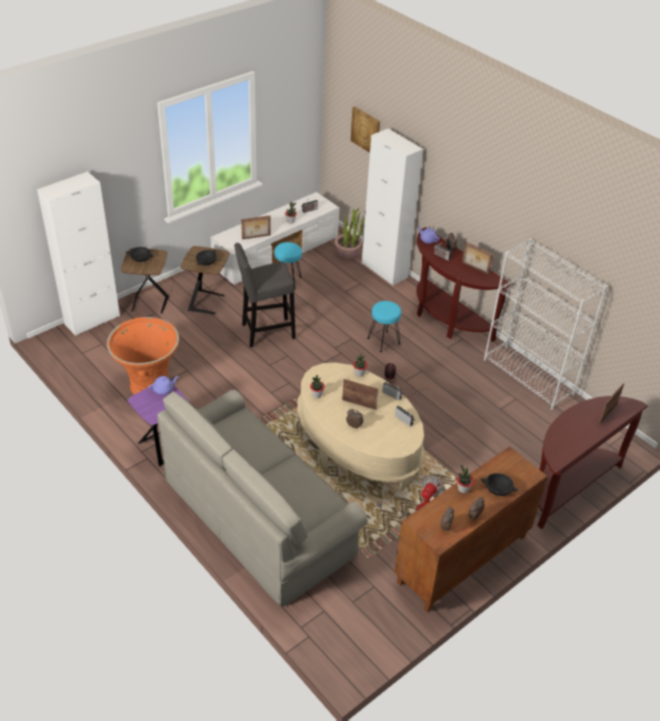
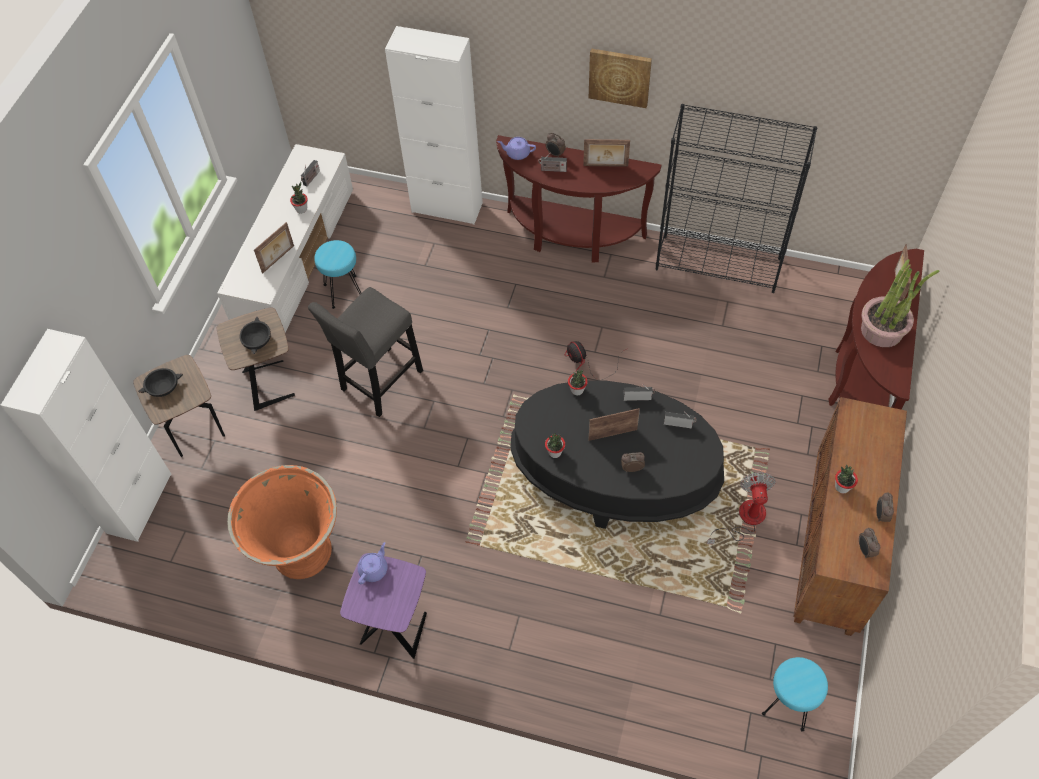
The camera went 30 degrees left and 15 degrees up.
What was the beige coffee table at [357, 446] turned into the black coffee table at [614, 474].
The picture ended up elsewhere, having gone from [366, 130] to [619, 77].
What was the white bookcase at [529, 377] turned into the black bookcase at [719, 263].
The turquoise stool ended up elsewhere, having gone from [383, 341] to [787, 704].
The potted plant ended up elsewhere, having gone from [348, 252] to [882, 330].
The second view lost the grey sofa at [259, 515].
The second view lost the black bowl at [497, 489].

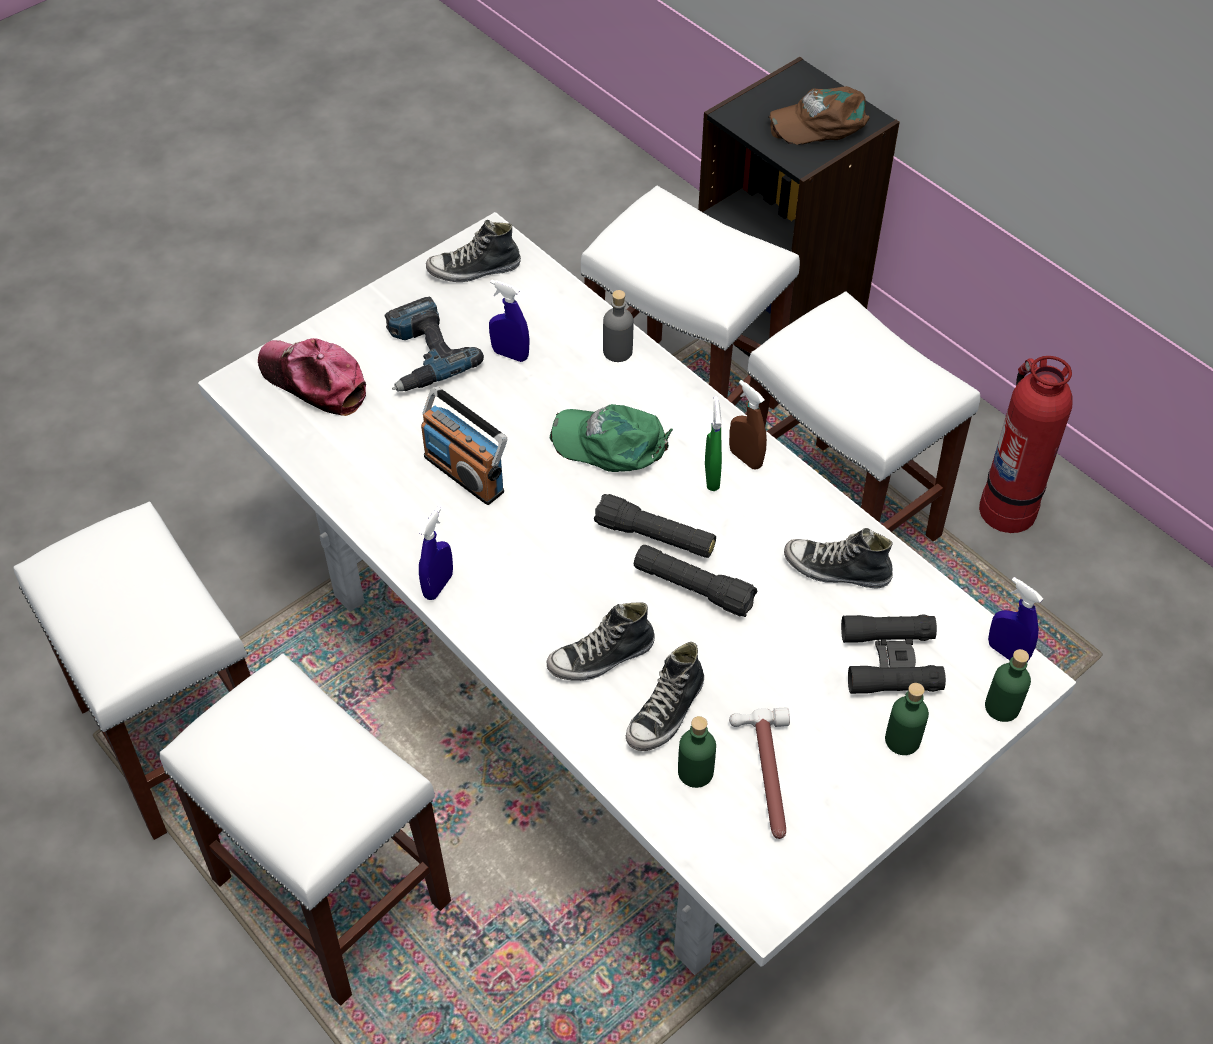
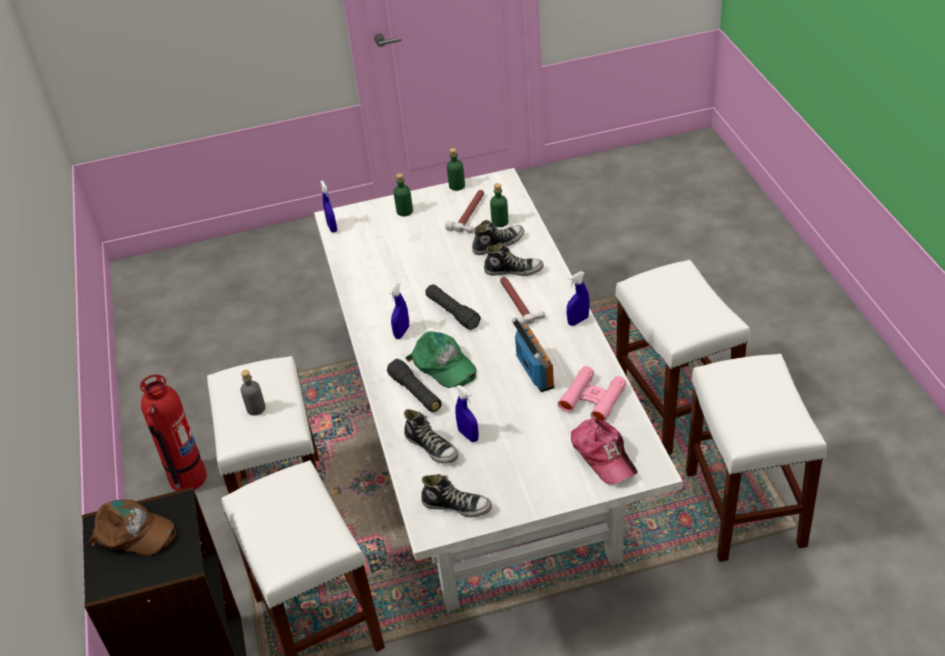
The camera went 150 degrees left and 10 degrees down.
The grey bottle ended up elsewhere, having gone from [617, 351] to [256, 408].
The black flashlight ended up elsewhere, having gone from [693, 588] to [415, 393].
What was the green spray bottle at [712, 477] turned into the blue spray bottle at [402, 332].
The shoe ended up elsewhere, having gone from [836, 570] to [432, 447].
The green bottle ended up elsewhere, having gone from [1002, 707] to [457, 186].
The second view gained the hammer at [517, 302].
The second view gained the pink binoculars at [593, 399].
The second view lost the power drill at [422, 355].
The second view lost the brown spray bottle at [745, 458].
The second view lost the black binoculars at [890, 660].

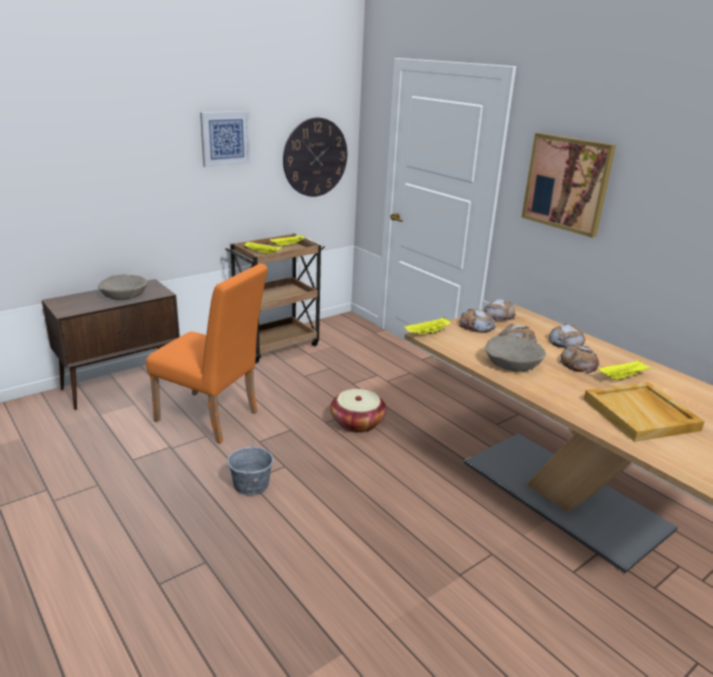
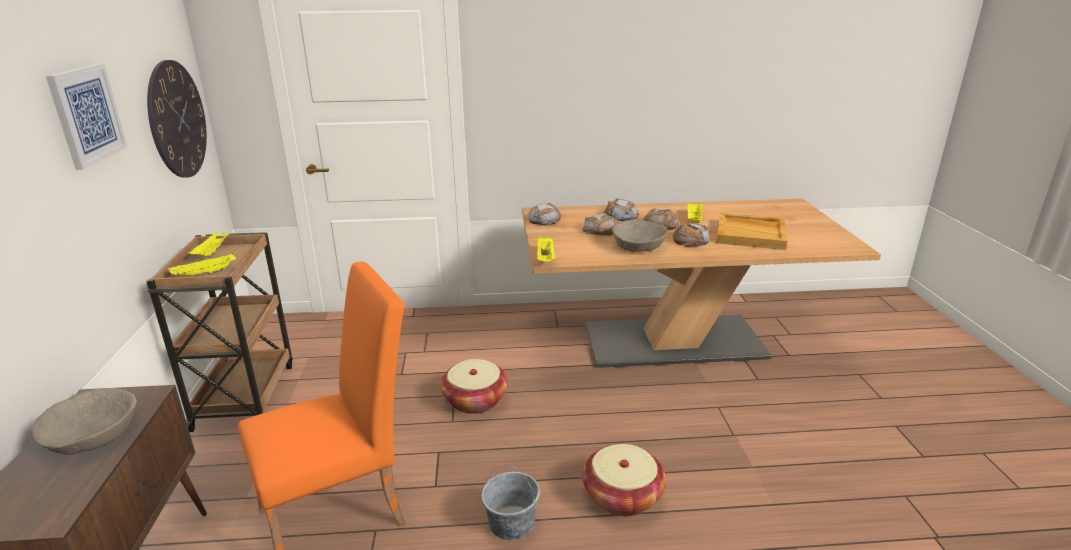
The camera went 55 degrees left and 0 degrees up.
The second view gained the basket at [622, 496].
The bread ended up elsewhere, having gone from [476, 326] to [690, 240].
The second view lost the picture at [567, 183].

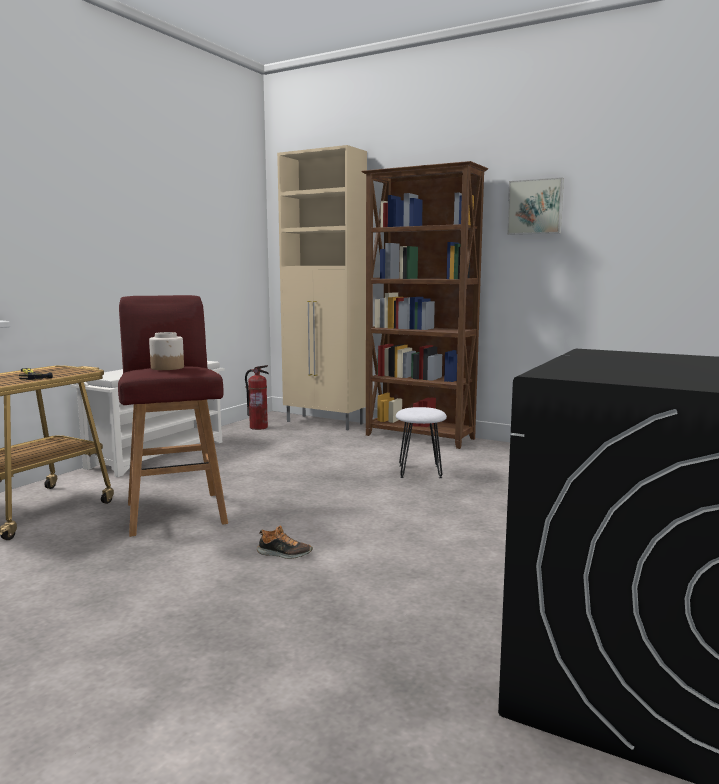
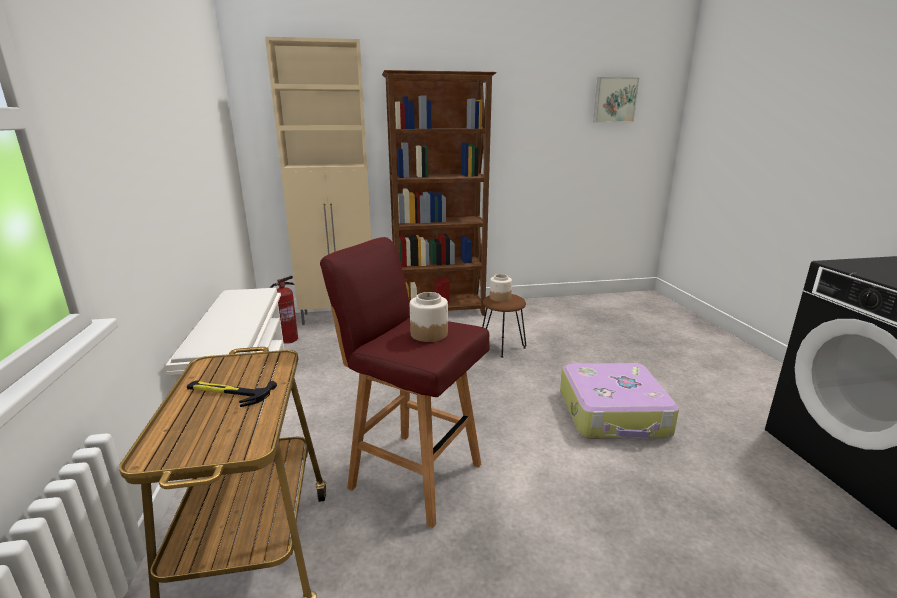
The camera went 40 degrees left and 10 degrees up.
What was the white stool at [420, 471] turned into the brown stool at [502, 346].
The second view gained the jar at [500, 298].
The second view gained the suitcase at [613, 414].
The picture ended up elsewhere, having gone from [535, 207] to [614, 100].
The second view lost the shoe at [284, 554].

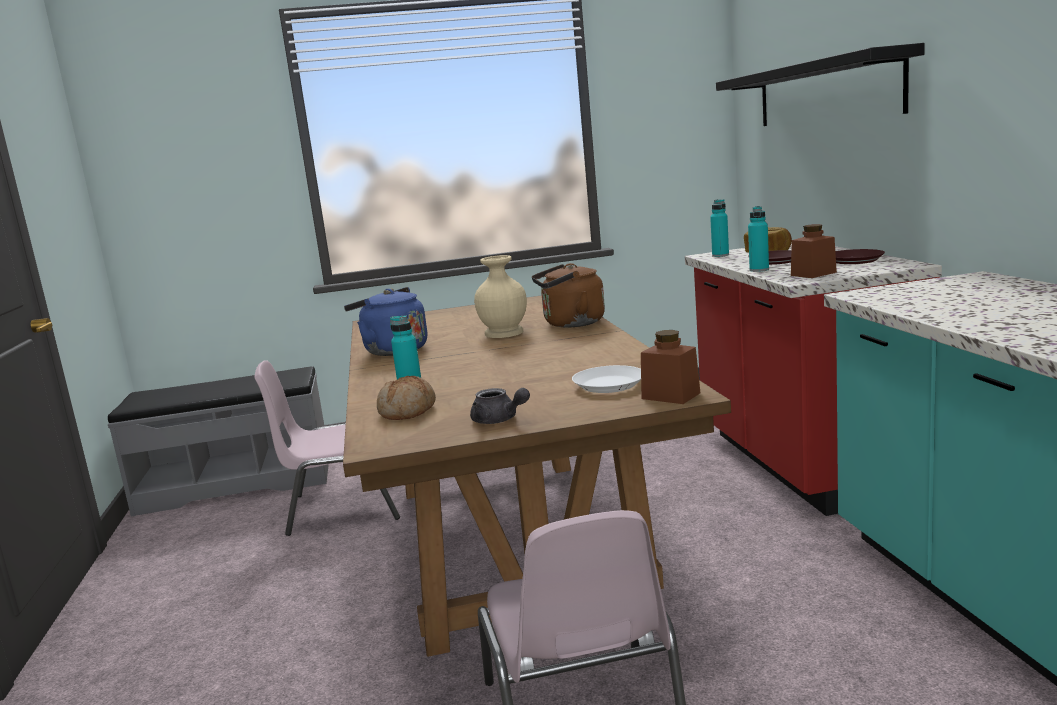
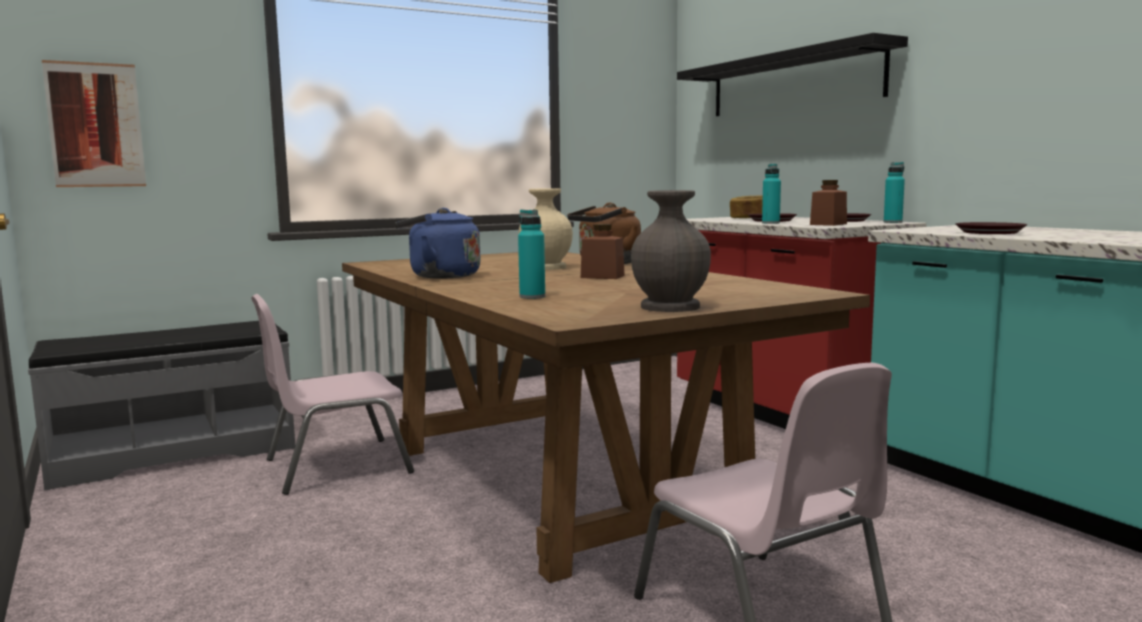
The camera went 20 degrees left and 5 degrees down.
The second view gained the picture at [95, 125].
The brown jar ended up elsewhere, having gone from [671, 396] to [602, 276].
Where the grey teapot stood at [499, 420], the grey vase came to stand at [670, 307].
The turquoise bottle ended up elsewhere, having gone from [720, 255] to [892, 222].
The second view gained the brown plate at [989, 232].
The second view lost the bread at [408, 411].
The second view lost the white plate at [610, 385].

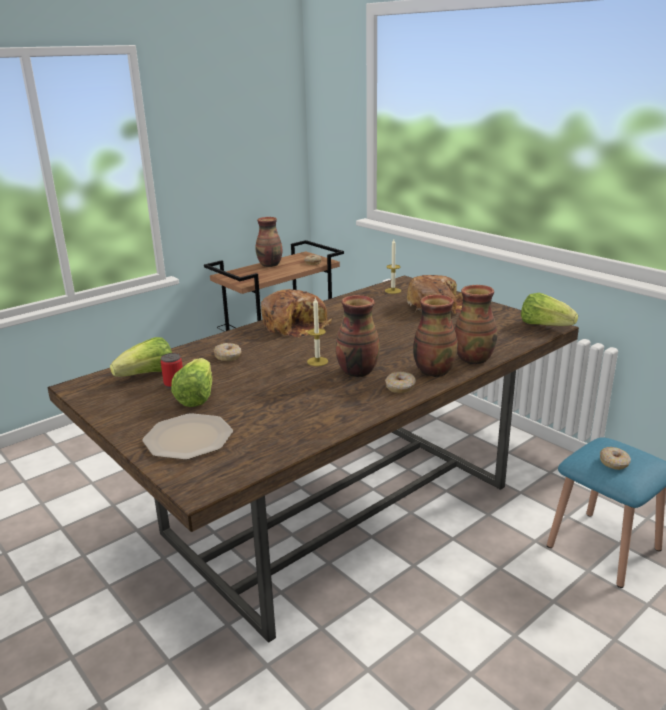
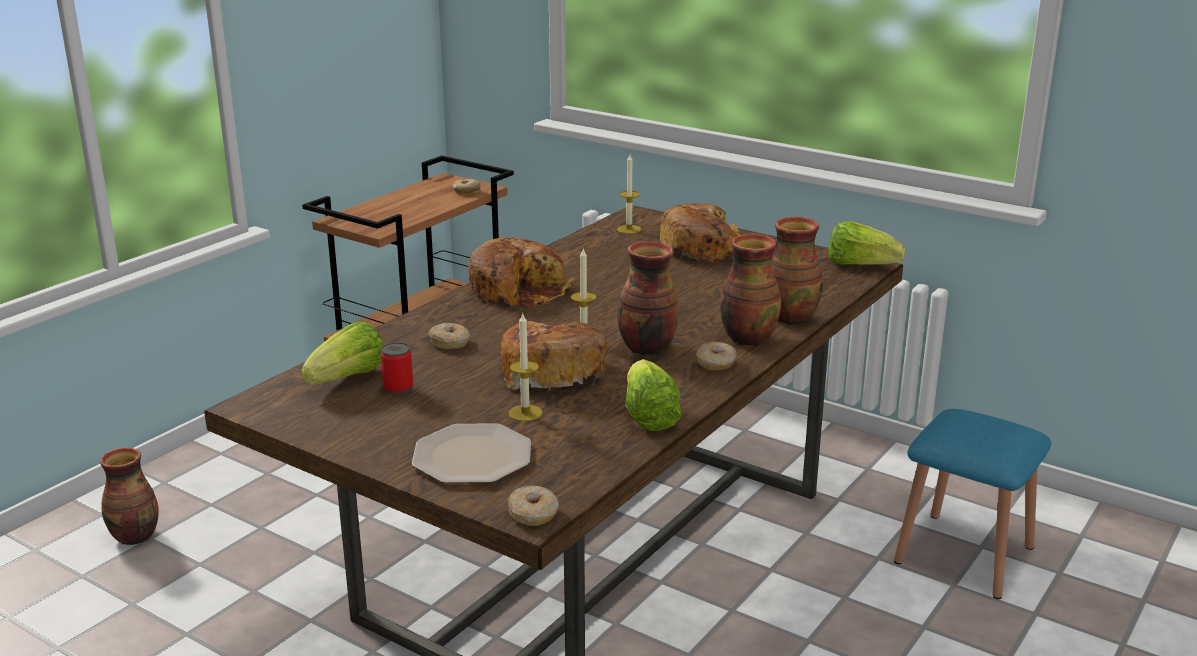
The camera went 15 degrees left and 0 degrees up.
The vase ended up elsewhere, having gone from [270, 265] to [136, 536].
The second view gained the bread at [552, 371].
The donut ended up elsewhere, having gone from [614, 463] to [533, 514].
The second view gained the candle at [525, 413].
The lettuce ended up elsewhere, having gone from [196, 397] to [648, 416].

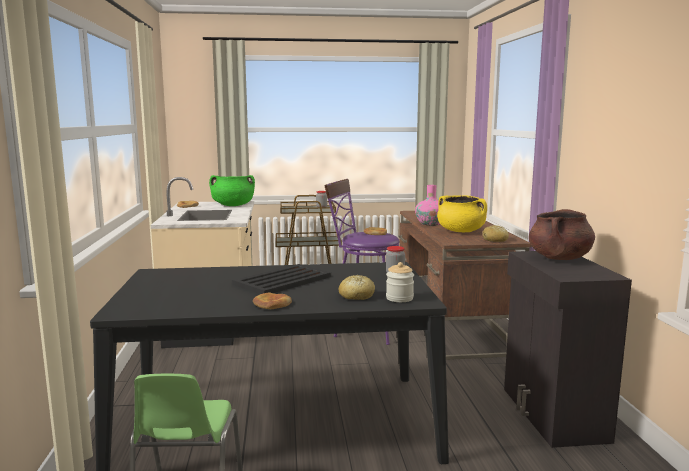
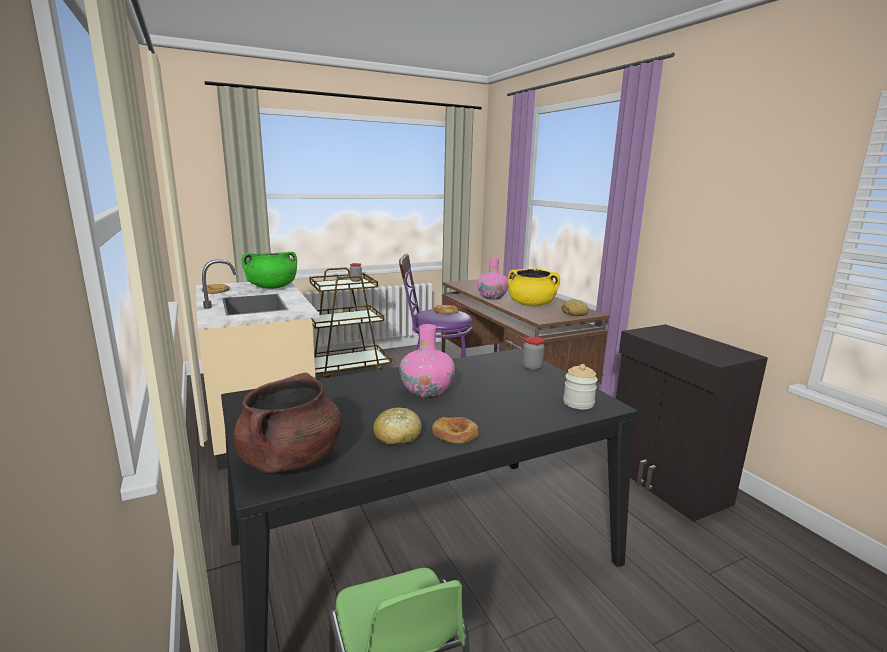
The camera went 20 degrees left and 5 degrees up.
The brown cooking pot ended up elsewhere, having gone from [559, 258] to [291, 460].
The bread ended up elsewhere, having gone from [356, 296] to [397, 435].
Where the black tray stood at [284, 280], the pink vase came to stand at [427, 391].

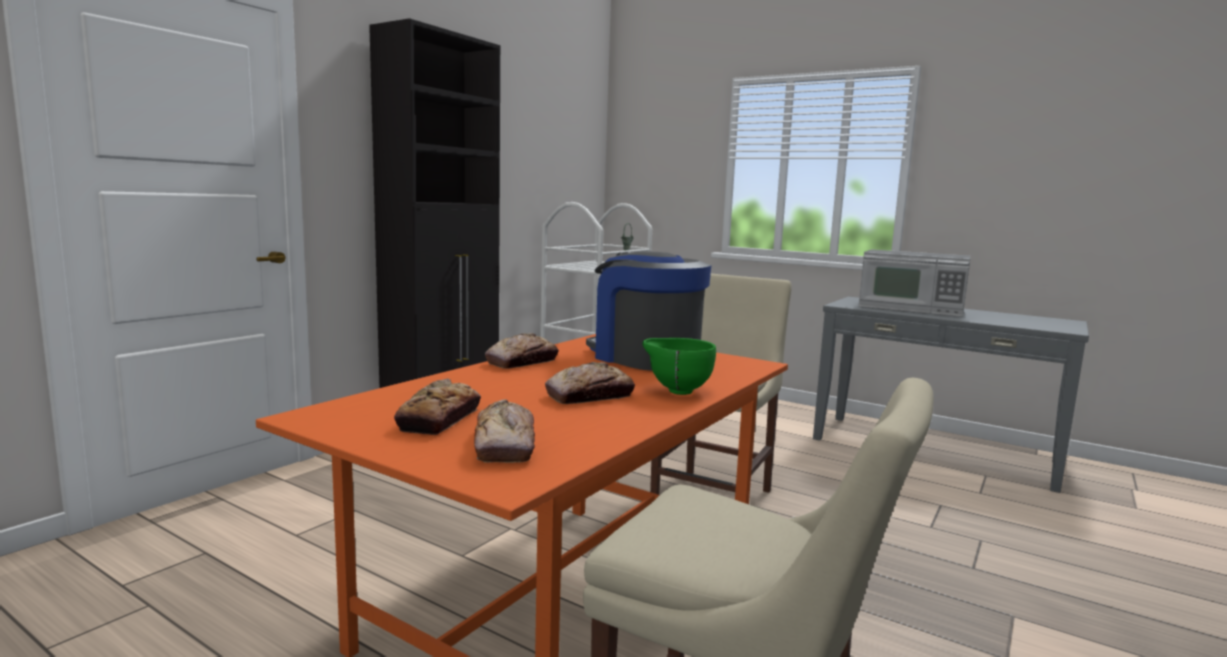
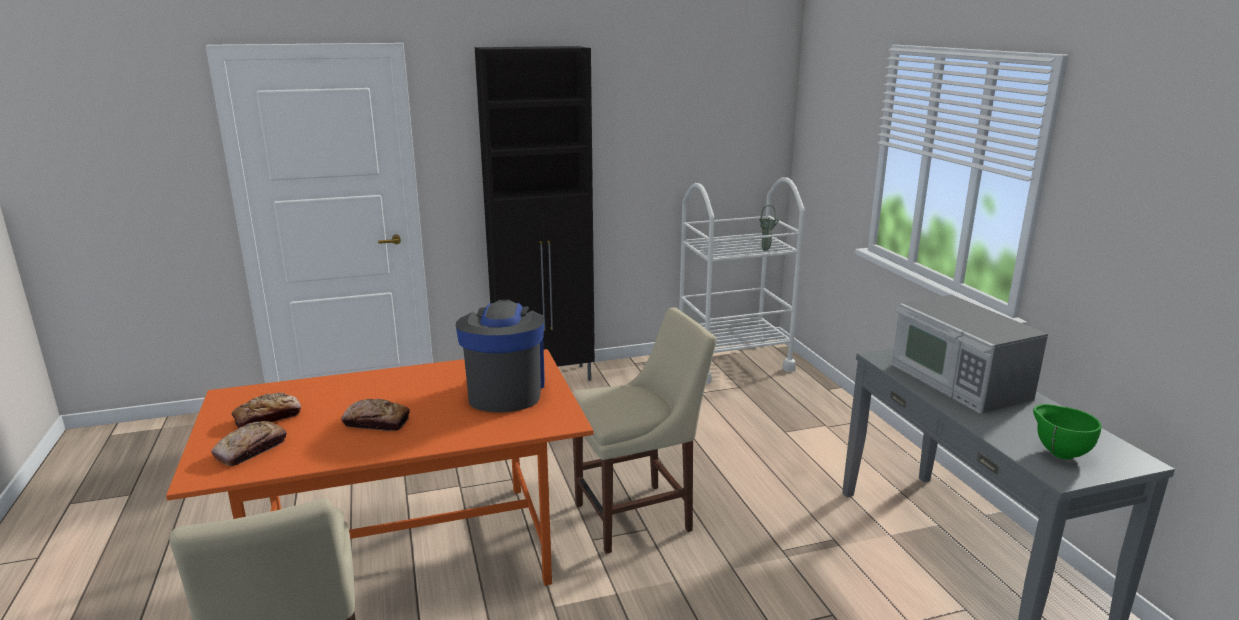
The camera went 40 degrees right and 10 degrees up.
The green bowl ended up elsewhere, having gone from [676, 391] to [1058, 453].
The second view lost the bread at [522, 362].

